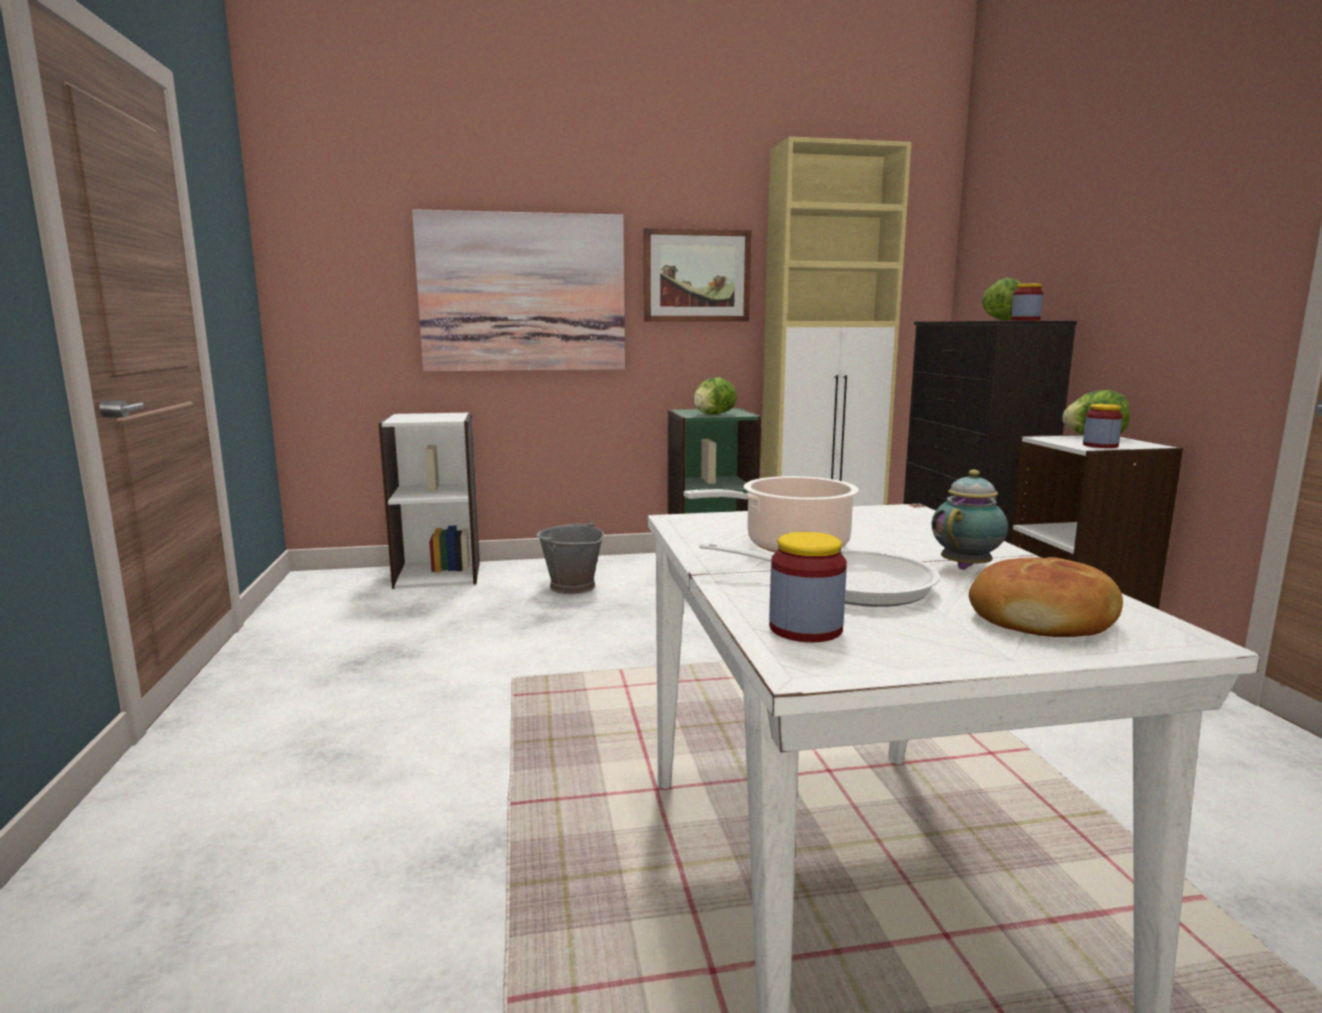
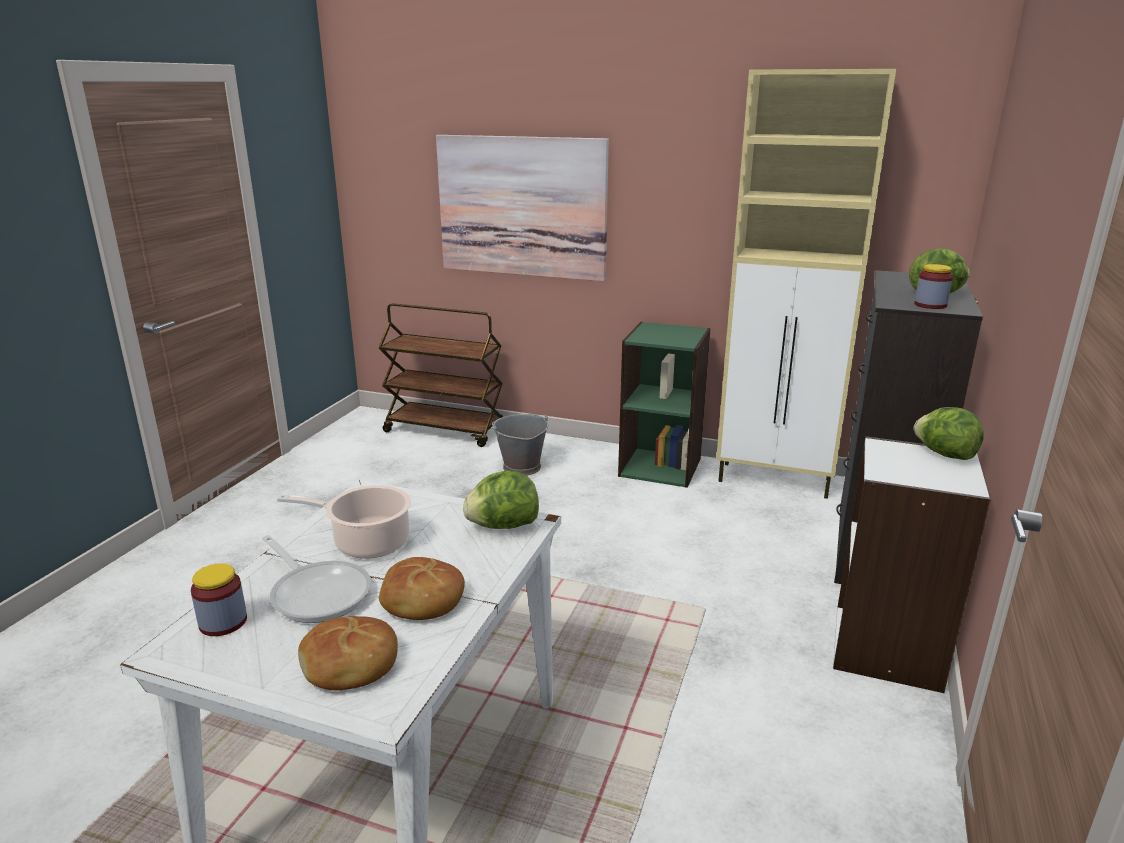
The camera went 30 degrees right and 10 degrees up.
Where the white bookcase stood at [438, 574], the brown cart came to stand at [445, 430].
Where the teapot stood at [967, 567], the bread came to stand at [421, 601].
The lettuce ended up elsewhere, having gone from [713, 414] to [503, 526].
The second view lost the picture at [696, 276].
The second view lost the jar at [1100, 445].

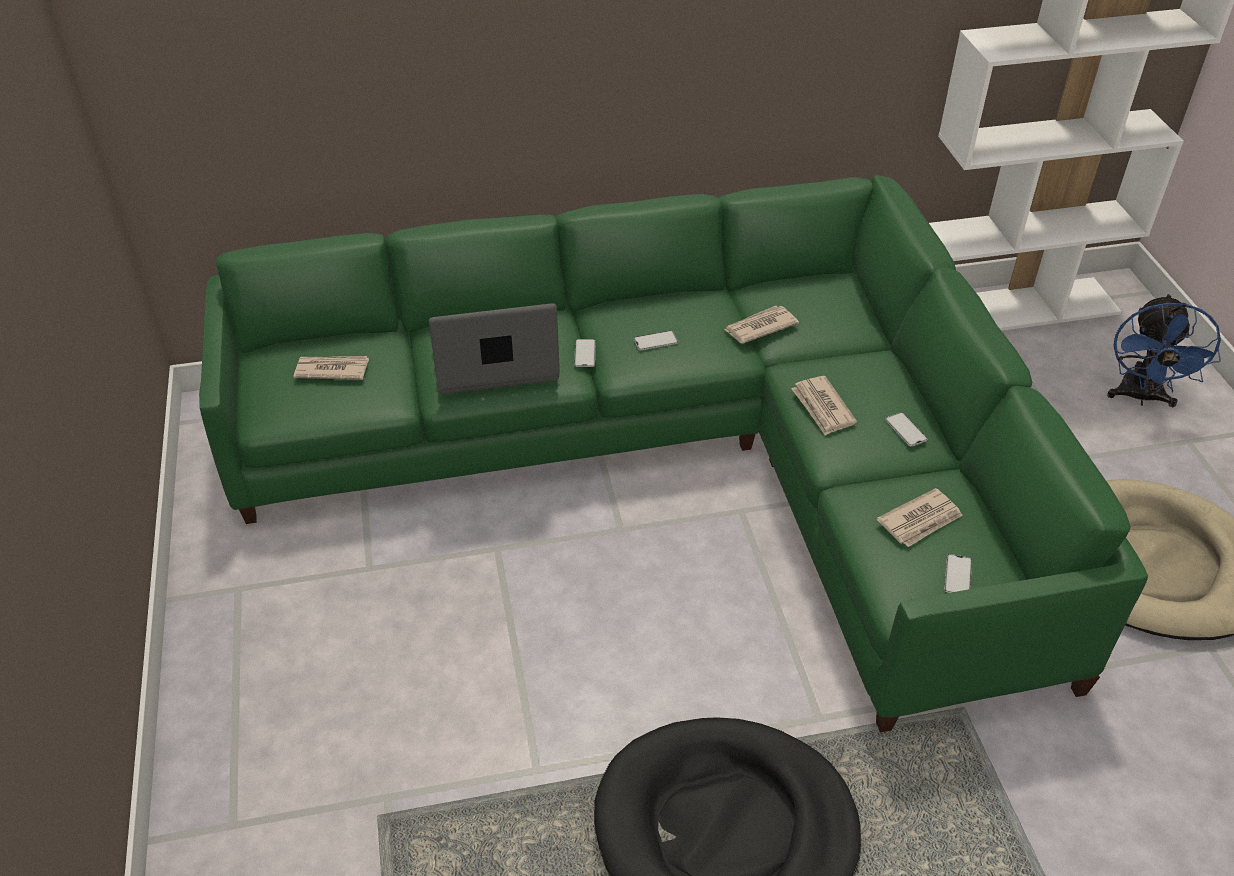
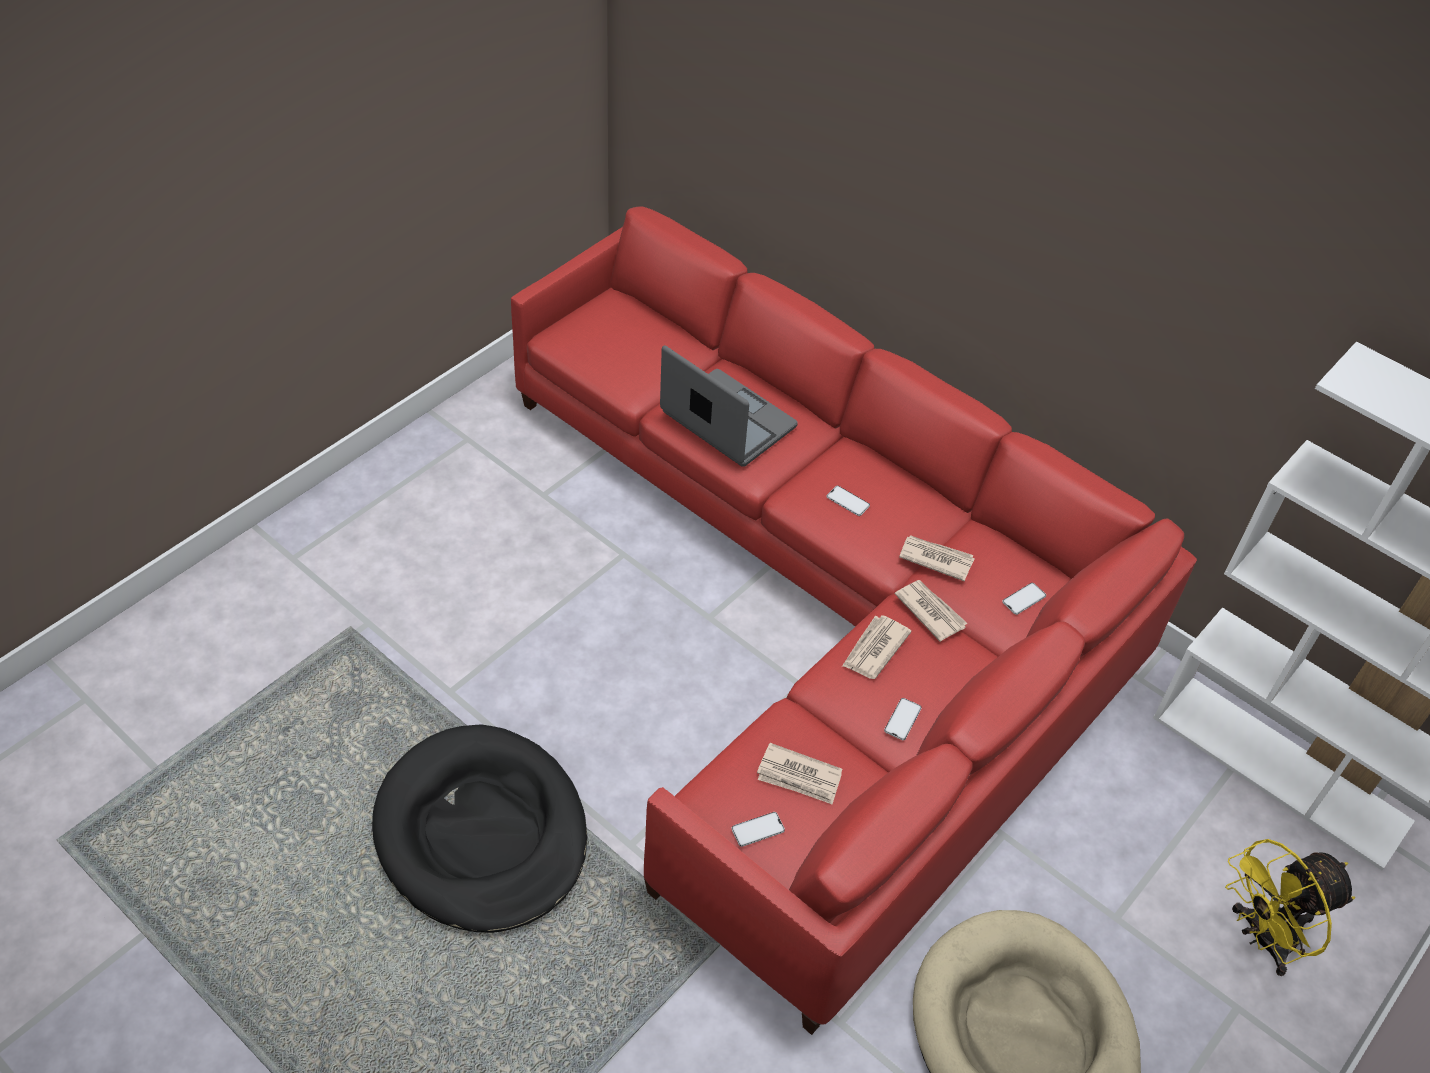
The camera went 50 degrees right and 5 degrees up.
What was the green sofa at [680, 455] turned into the red sofa at [823, 612].
The newspaper ended up elsewhere, having gone from [331, 370] to [930, 611].
The phone ended up elsewhere, having gone from [585, 353] to [1024, 599].
What was the blue fan at [1140, 397] turned into the yellow fan at [1262, 938].

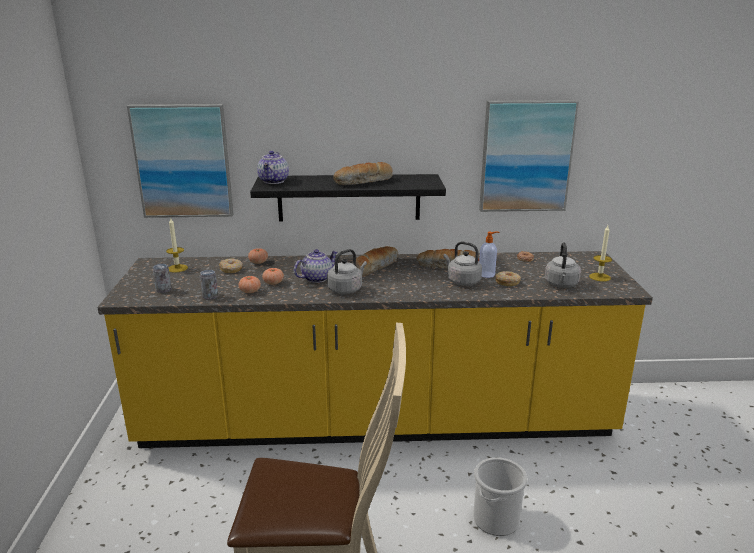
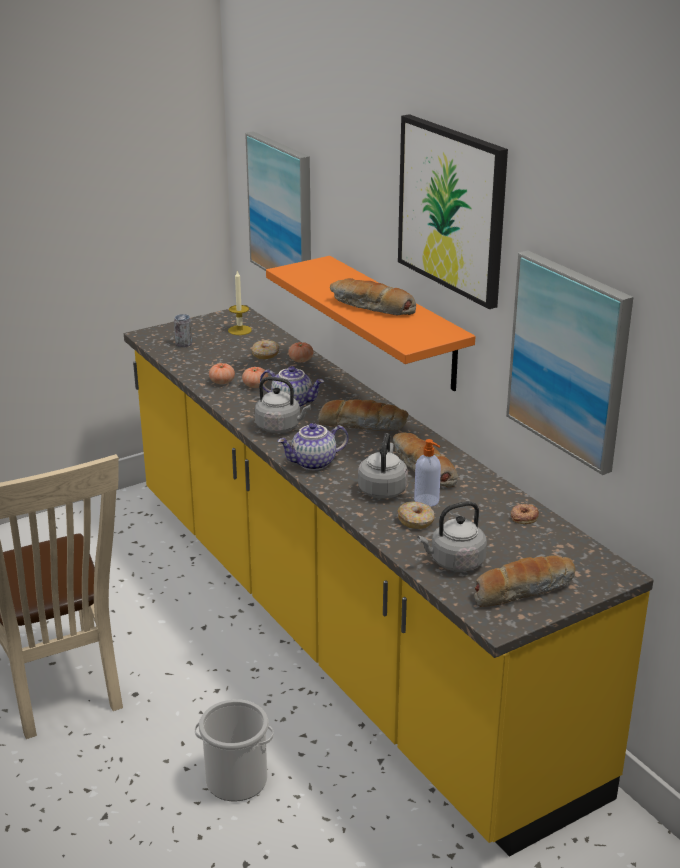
The camera went 60 degrees right and 5 degrees up.
What was the black shelf at [349, 197] turned into the orange shelf at [396, 323].
The teapot ended up elsewhere, having gone from [274, 181] to [313, 463].
The second view gained the picture at [452, 209].
Where the candle stood at [599, 277], the bread came to stand at [523, 590].
The second view lost the can at [210, 296].

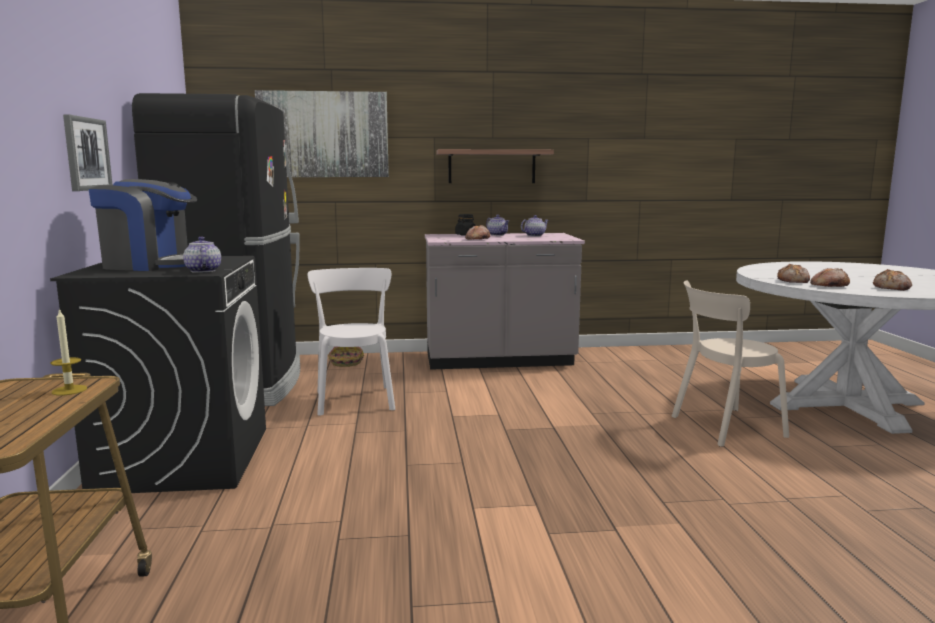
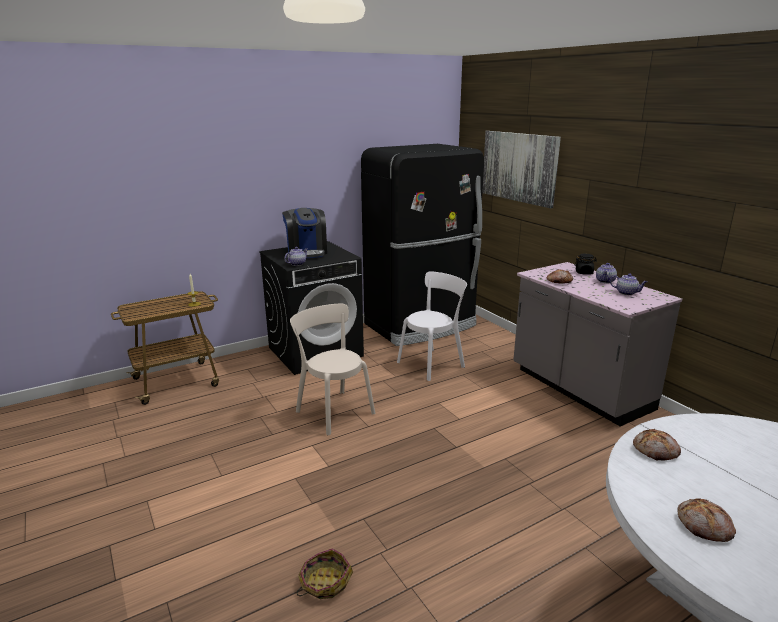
The camera went 65 degrees right and 10 degrees up.
The beige chair ended up elsewhere, having gone from [723, 427] to [333, 410].
The basket ended up elsewhere, having gone from [346, 363] to [324, 582].
The second view lost the picture at [86, 154].
The second view lost the shelf at [492, 166].
The second view lost the bread at [829, 286].

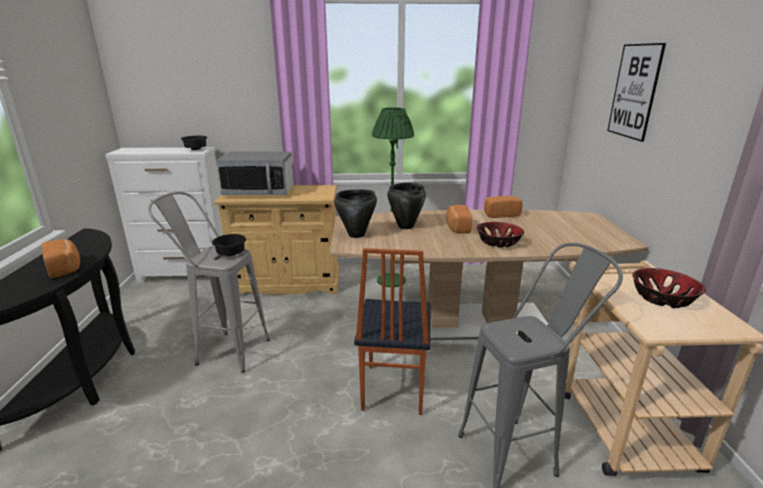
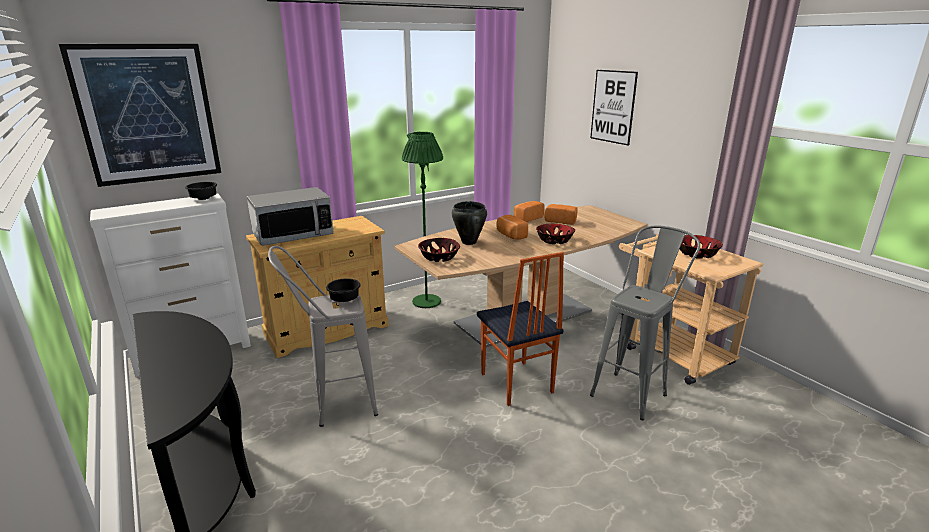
The camera went 30 degrees left and 0 degrees up.
The second view gained the picture at [148, 114].
Where the black cooking pot stood at [356, 235], the bowl came to stand at [439, 257].
The bread ended up elsewhere, having gone from [65, 268] to [561, 221].

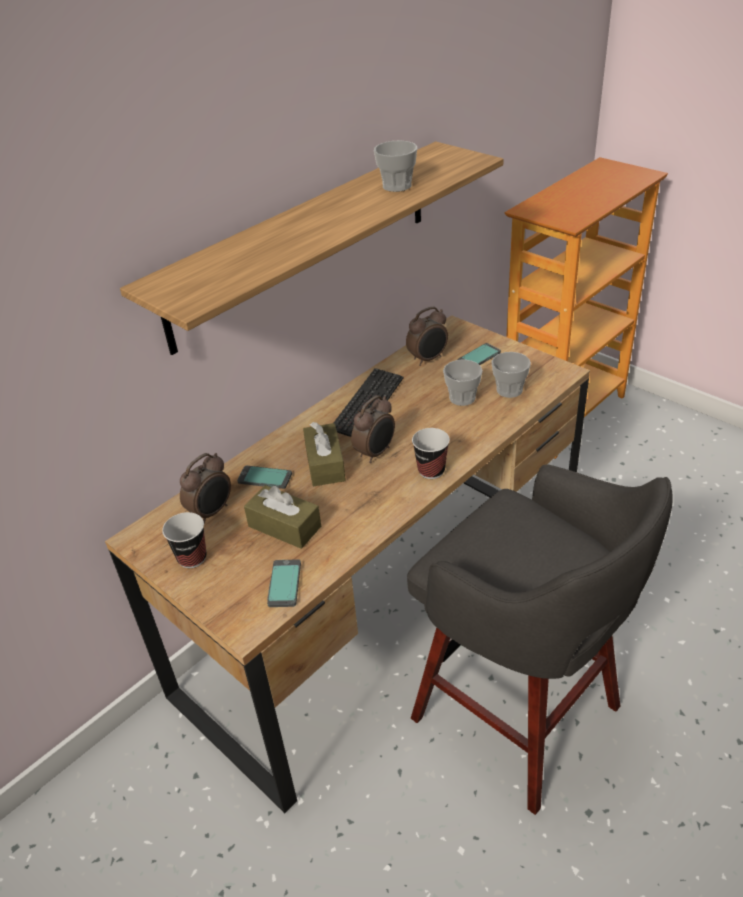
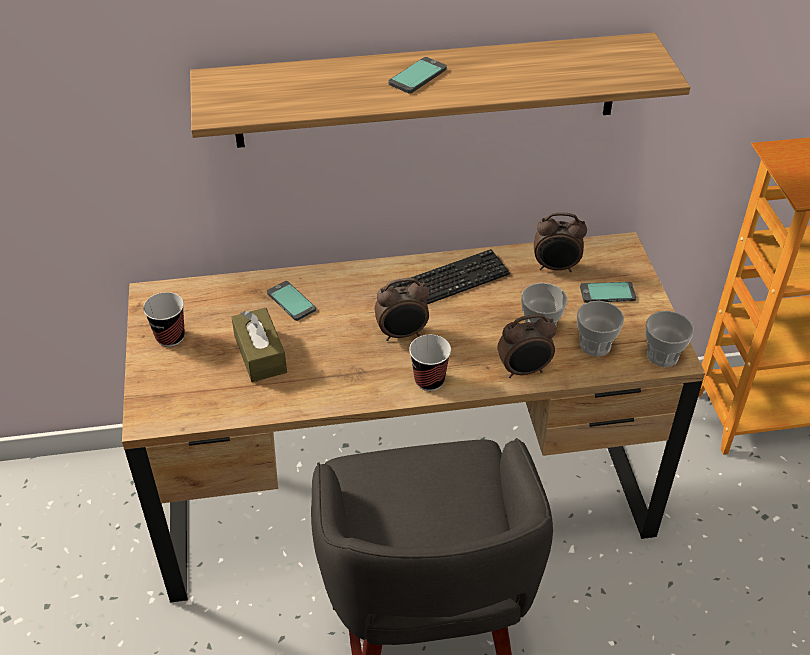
The camera went 35 degrees right and 5 degrees up.
The phone ended up elsewhere, having gone from [284, 584] to [417, 76].
The alarm clock ended up elsewhere, having gone from [212, 512] to [524, 371].
The cup ended up elsewhere, having gone from [397, 186] to [662, 355].
The second view lost the brown tissue box at [325, 464].

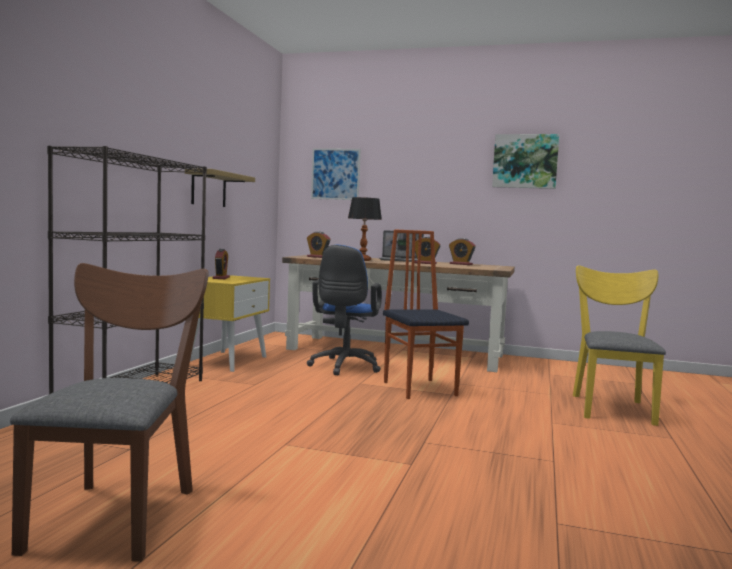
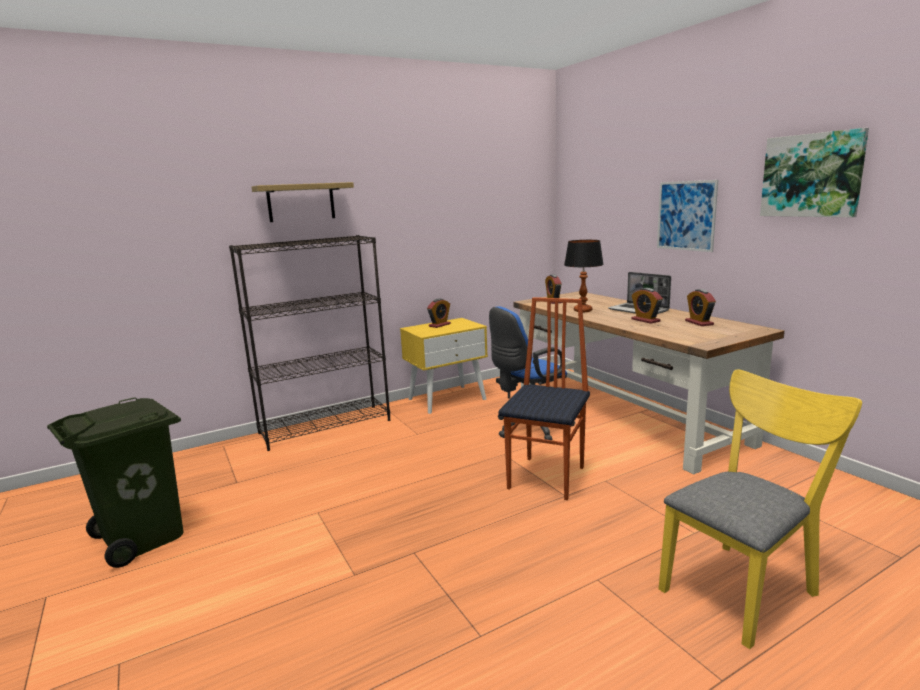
The camera went 45 degrees right and 10 degrees up.
Where the brown chair stood at [118, 512], the green trash can came to stand at [144, 538].
The shelf ended up elsewhere, having gone from [208, 189] to [301, 202].
The picture ended up elsewhere, having gone from [335, 174] to [686, 215].

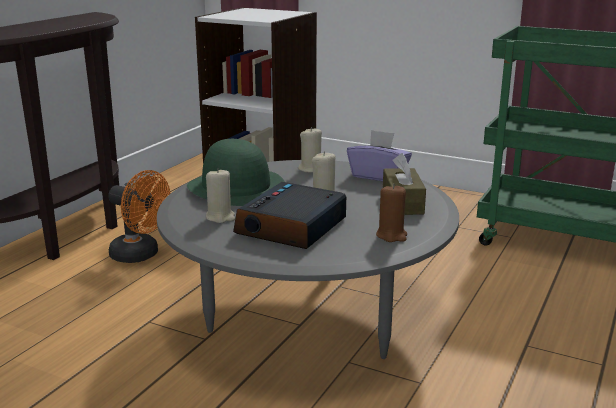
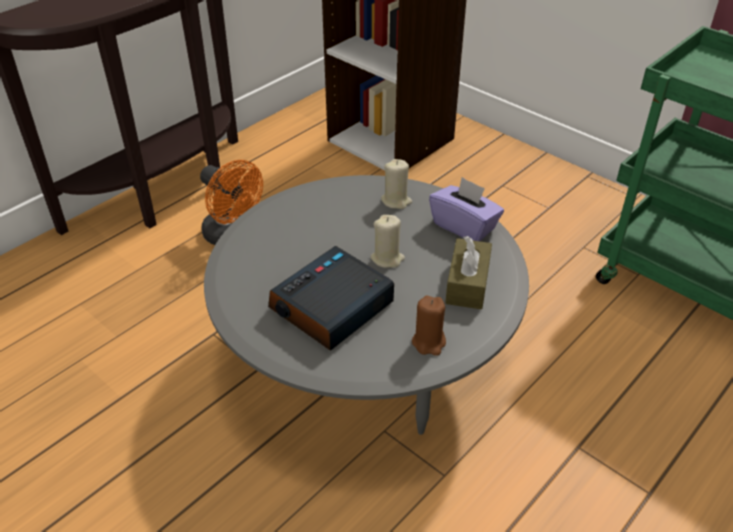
The camera went 15 degrees right and 20 degrees up.
The second view lost the green hat at [235, 187].
The second view lost the beige candle at [220, 217].

